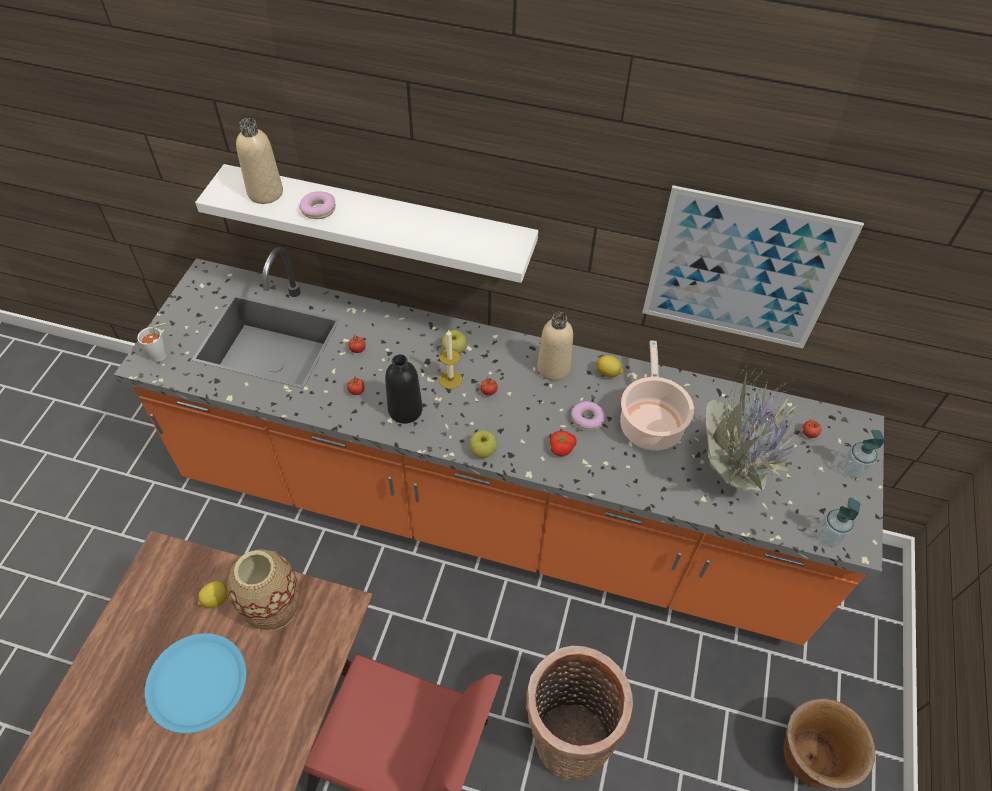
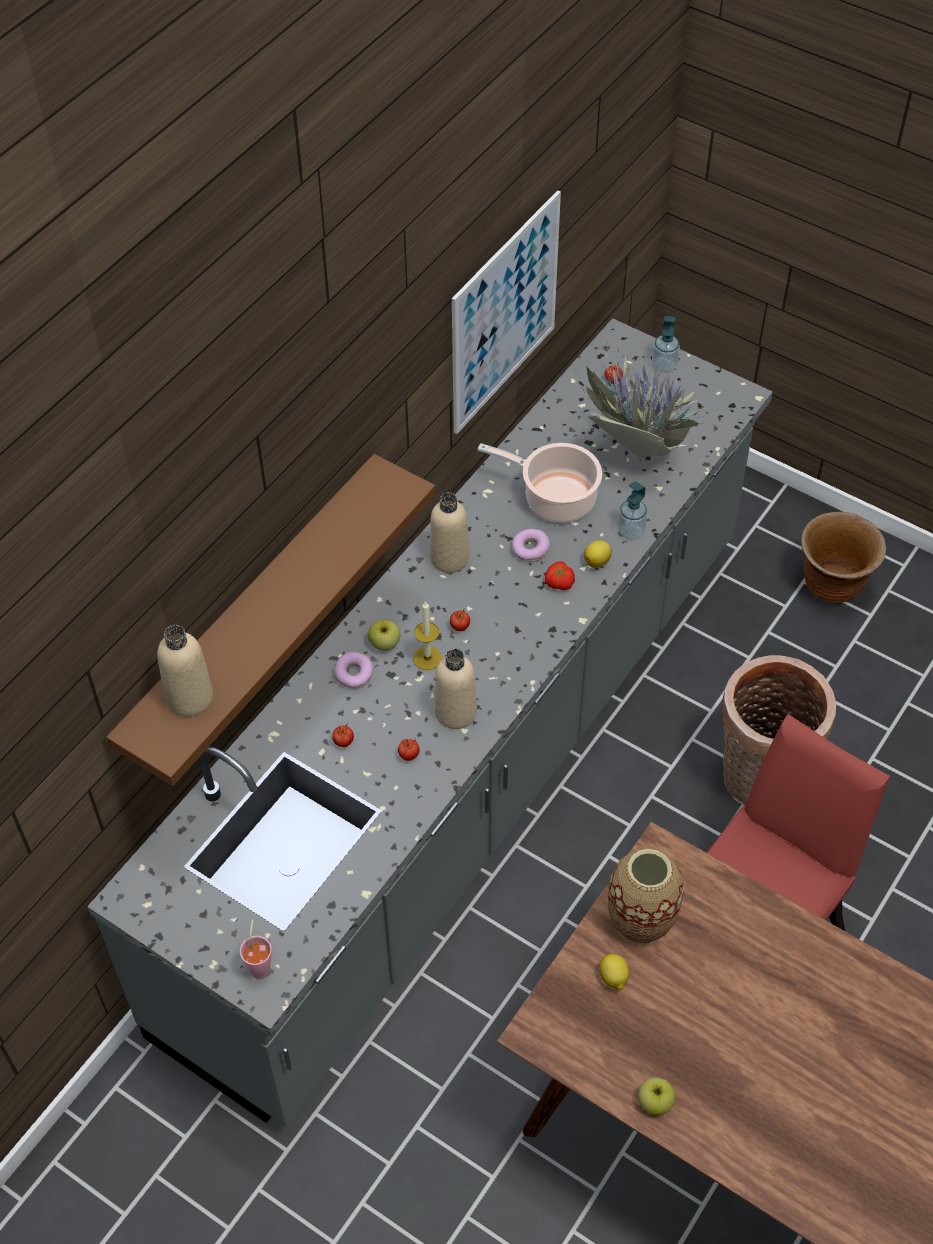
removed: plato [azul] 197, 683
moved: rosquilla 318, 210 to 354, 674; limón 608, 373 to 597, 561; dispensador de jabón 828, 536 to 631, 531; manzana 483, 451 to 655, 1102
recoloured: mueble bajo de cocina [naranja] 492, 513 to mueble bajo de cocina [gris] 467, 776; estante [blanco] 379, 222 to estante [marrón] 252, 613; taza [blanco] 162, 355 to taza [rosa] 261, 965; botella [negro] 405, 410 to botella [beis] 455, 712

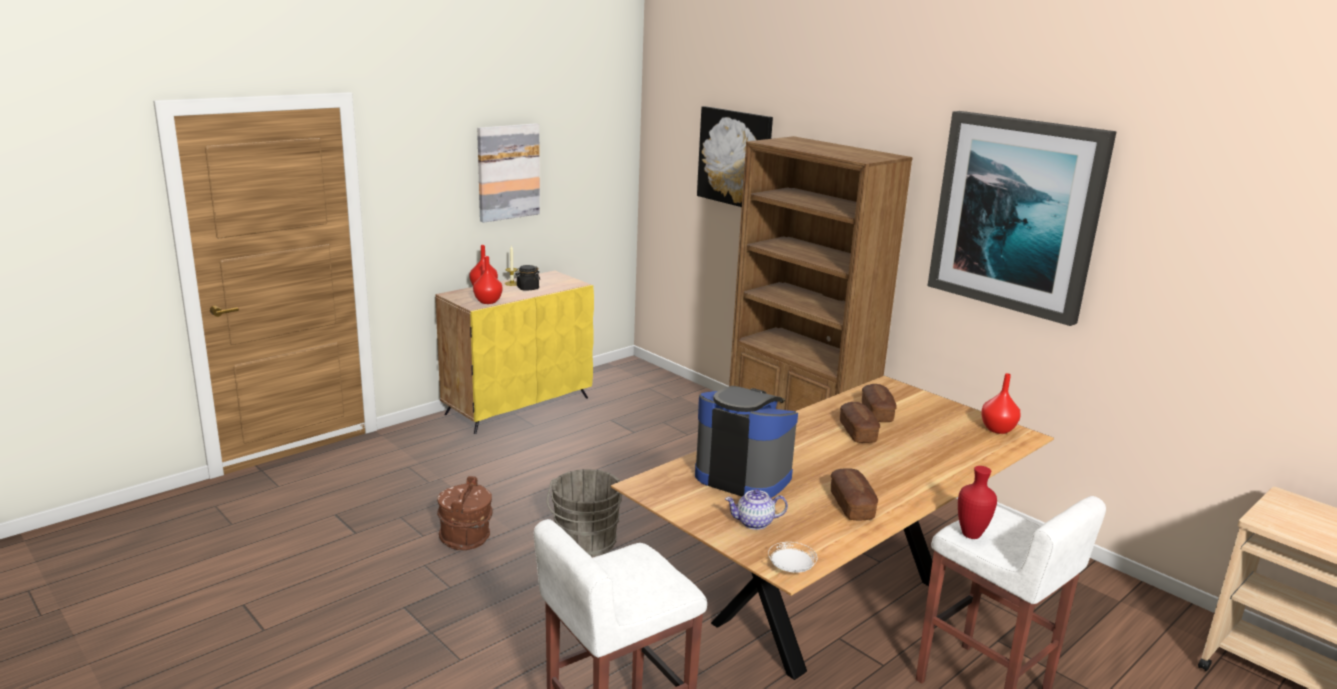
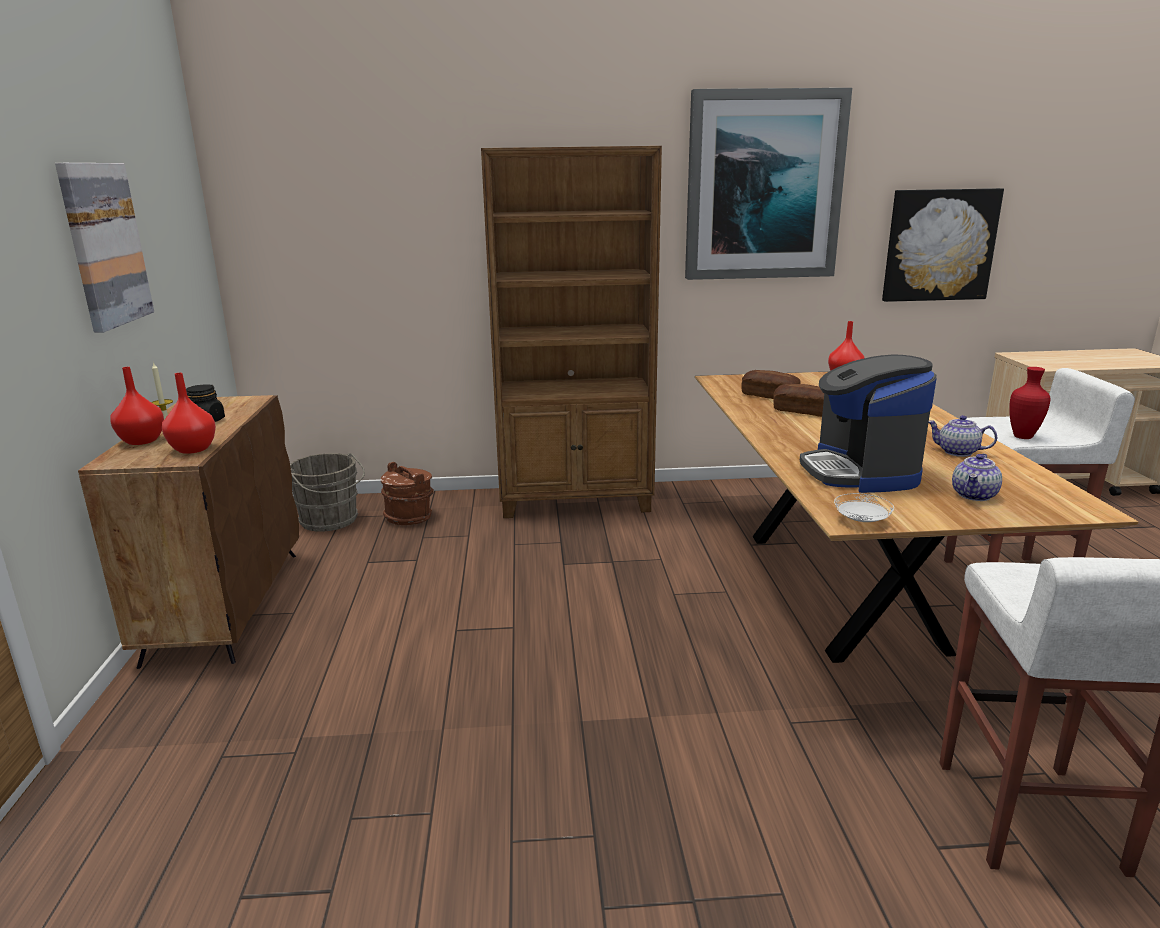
moved: cubo [gris] 585, 544 to 330, 521; cubo [marrón] 466, 538 to 409, 517; plato [blanco] 791, 569 to 861, 521; cuadro 735, 158 to 939, 245
replaced: pan 851, 505 to tetera 957, 452
recoloured: armario [amarillo] 518, 405 to armario [marrón] 225, 604
turned: cafetera 743, 476 = 860, 472 75 degrees counterclockwise

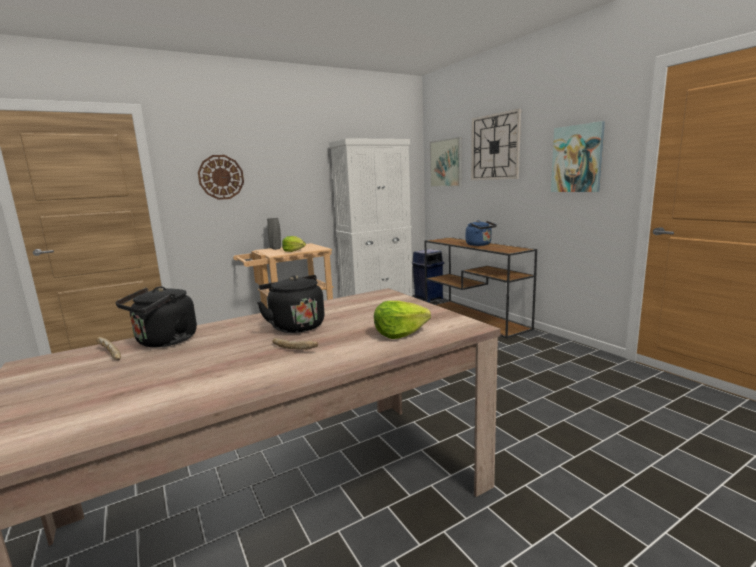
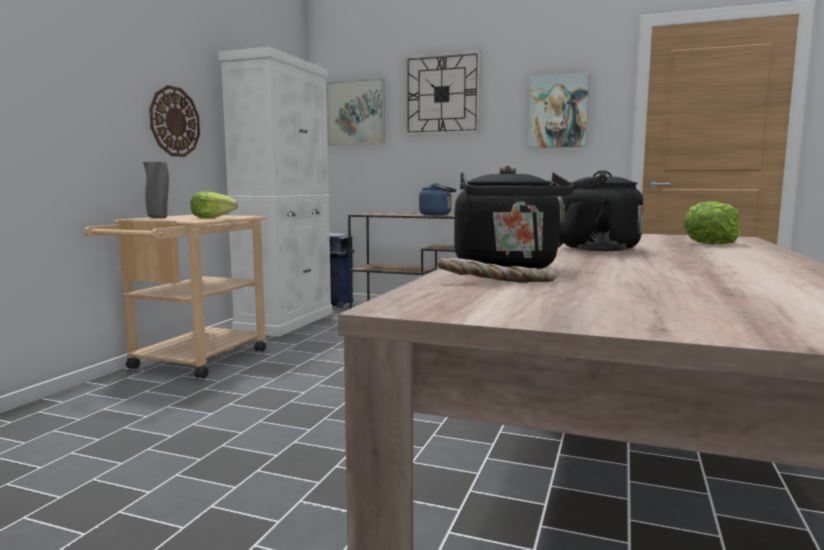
removed: pan 295, 348
moved: reloj de pared 221, 177 to 174, 122

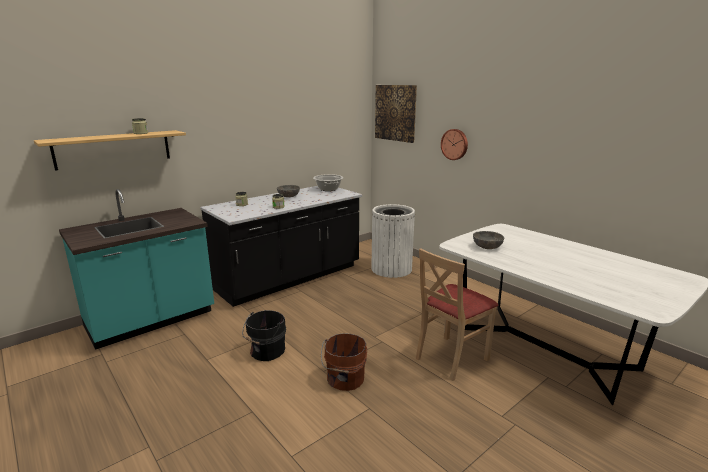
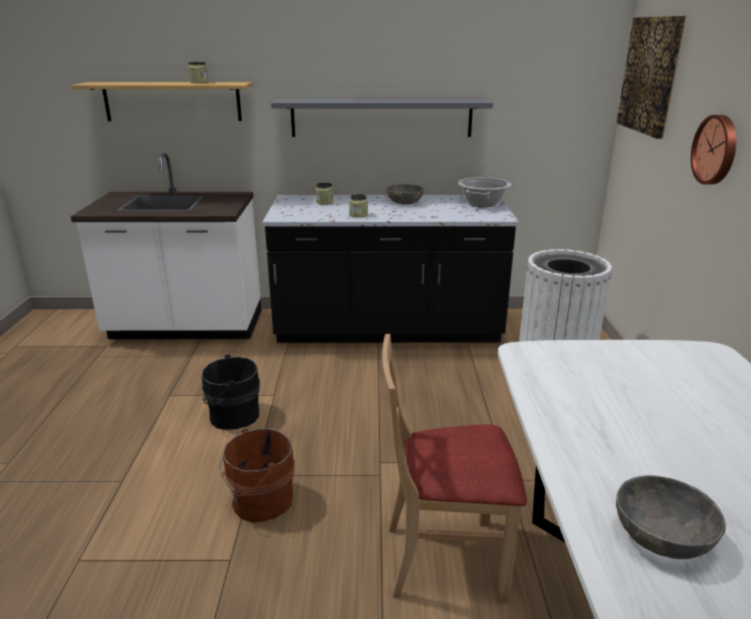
added: estante [gris] 381, 118
moved: cuenco [gris] 487, 247 to 661, 537
recoloured: mueble bajo de cocina [turquesa] 151, 320 to mueble bajo de cocina [blanco] 186, 327

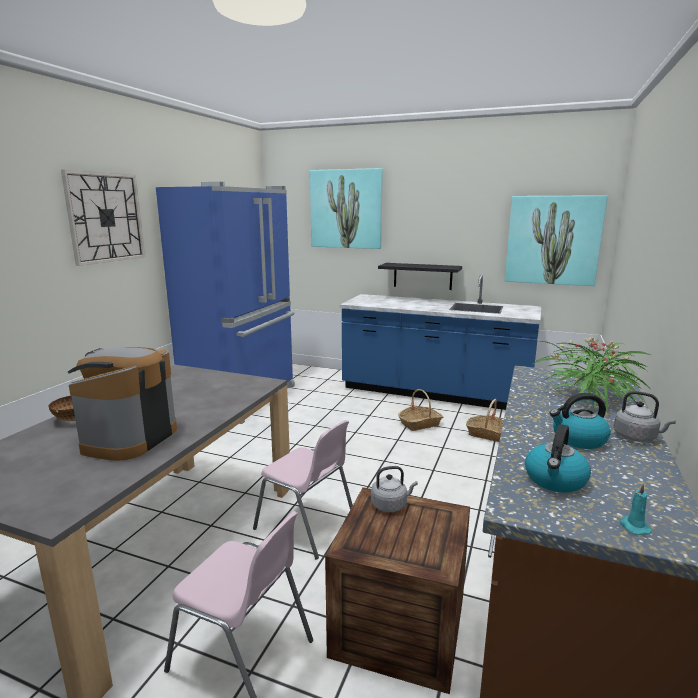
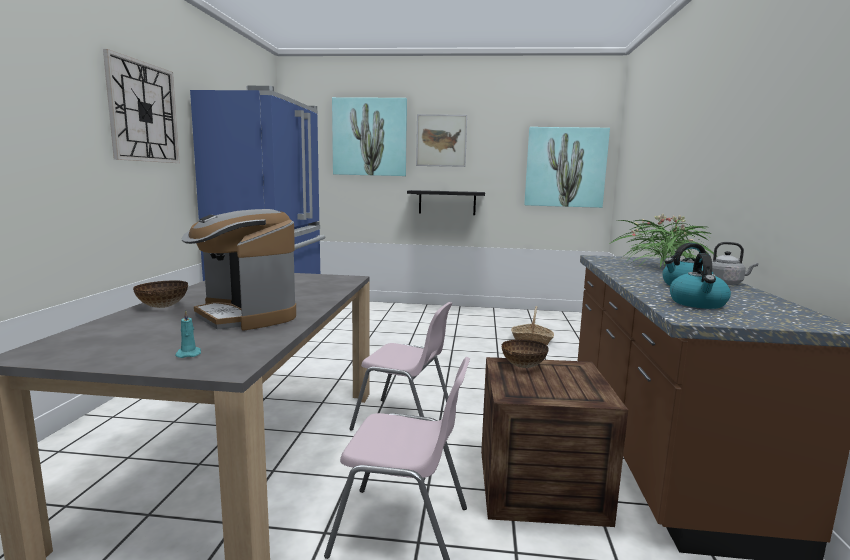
removed: mueble bajo de cocina [azul] 434, 393; cesta 420, 424
added: cuadro 441, 140
moved: vela [turquesa] 633, 527 to 189, 354
replaced: hervidor [gris] 390, 505 to cuenco 523, 366
turned: cafetera 129, 438 = 245, 316 45 degrees counterclockwise

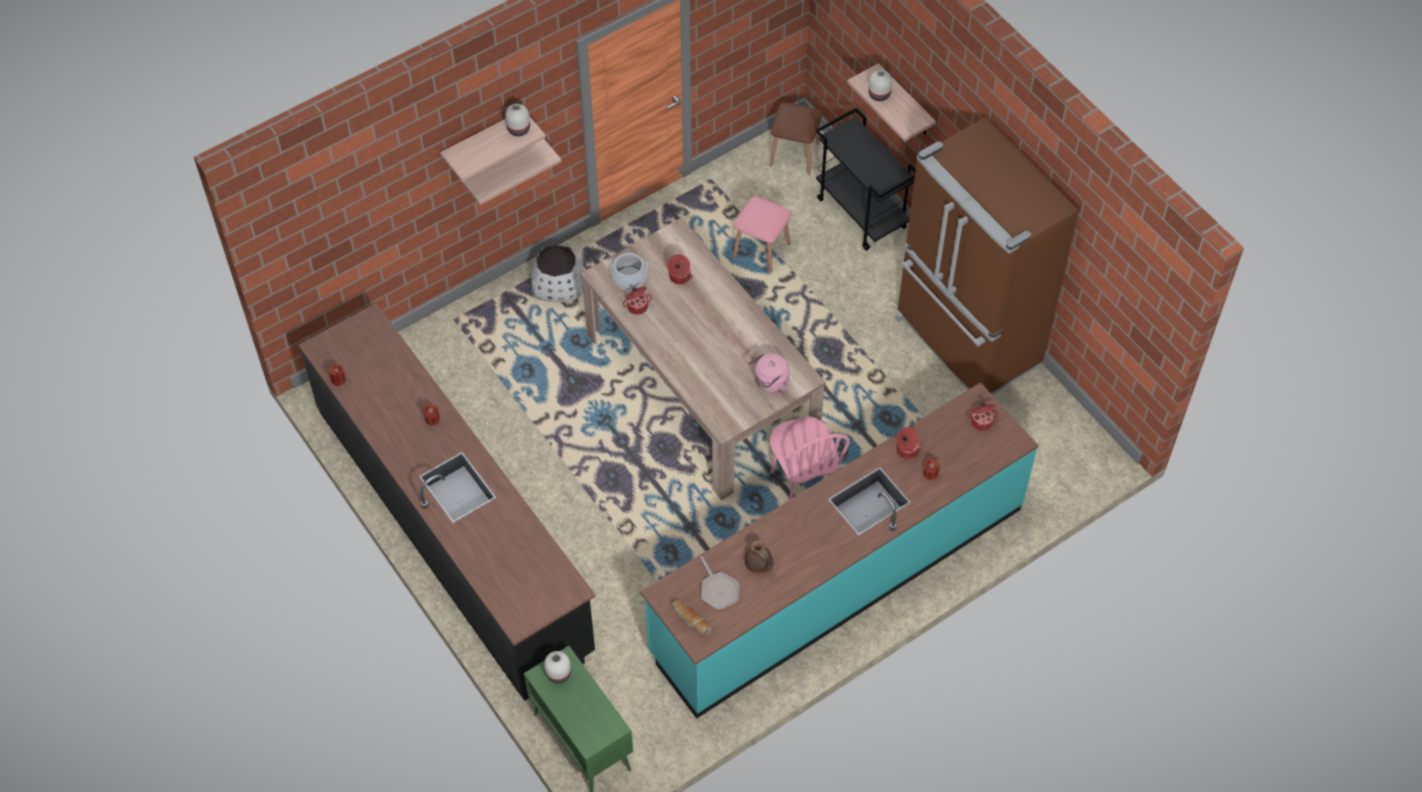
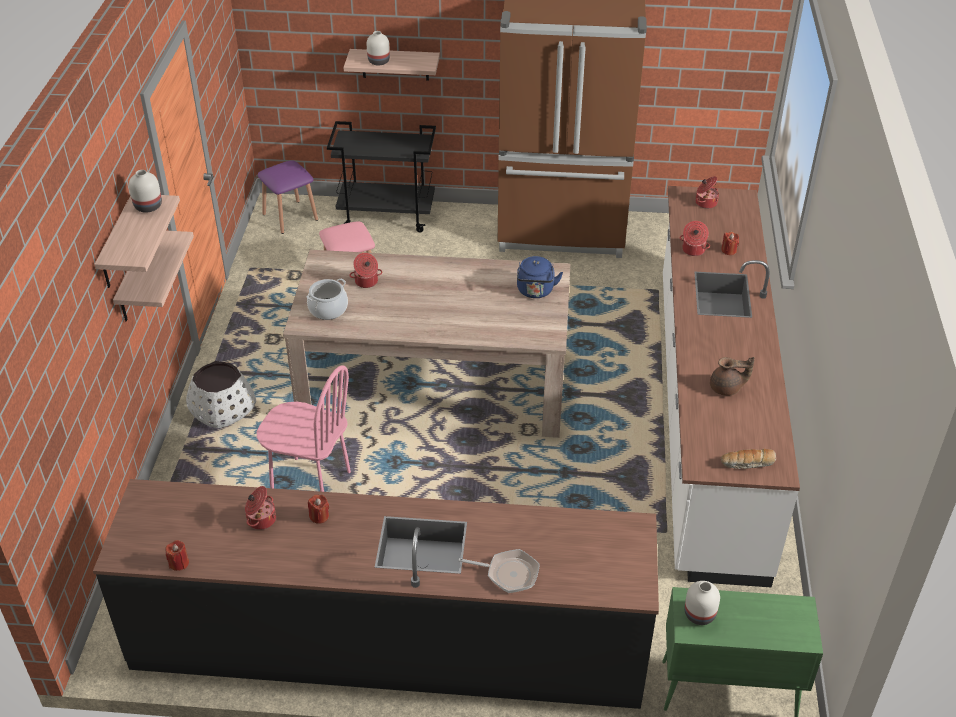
moved: olla 637, 306 to 260, 519; silla [rosa] 803, 486 to 311, 484; sartén 718, 590 to 508, 573
recoloured: taburete [marrón] 794, 154 to taburete [morado] 290, 217; hervidor [rosa] 769, 383 to hervidor [azul] 535, 291; mueble bajo de cocina [turquesa] 837, 579 to mueble bajo de cocina [blanco] 707, 416

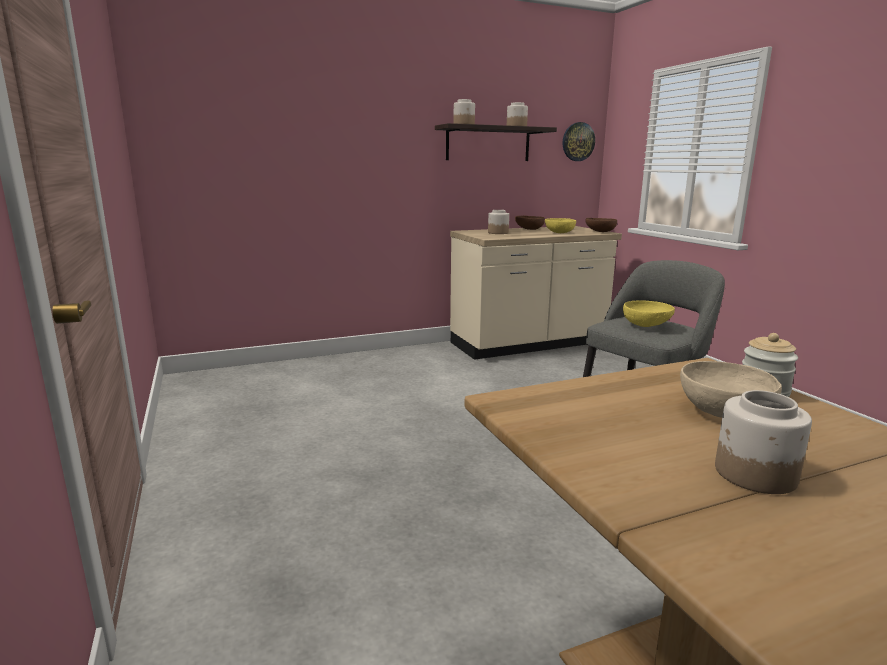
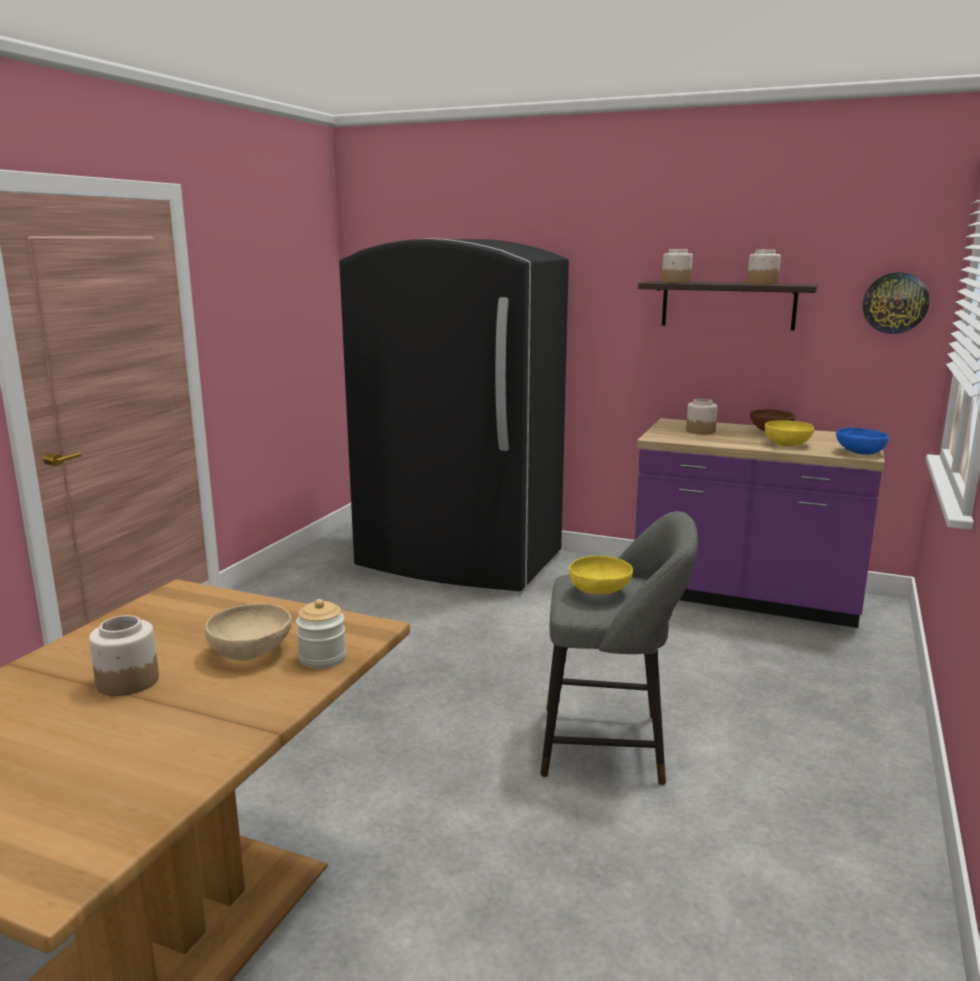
added: nevera [negro] 459, 561
recoloured: mueble bajo de cocina [beis] 529, 344 to mueble bajo de cocina [morado] 745, 598; cuenco [marrón] 599, 232 to cuenco [azul] 859, 452

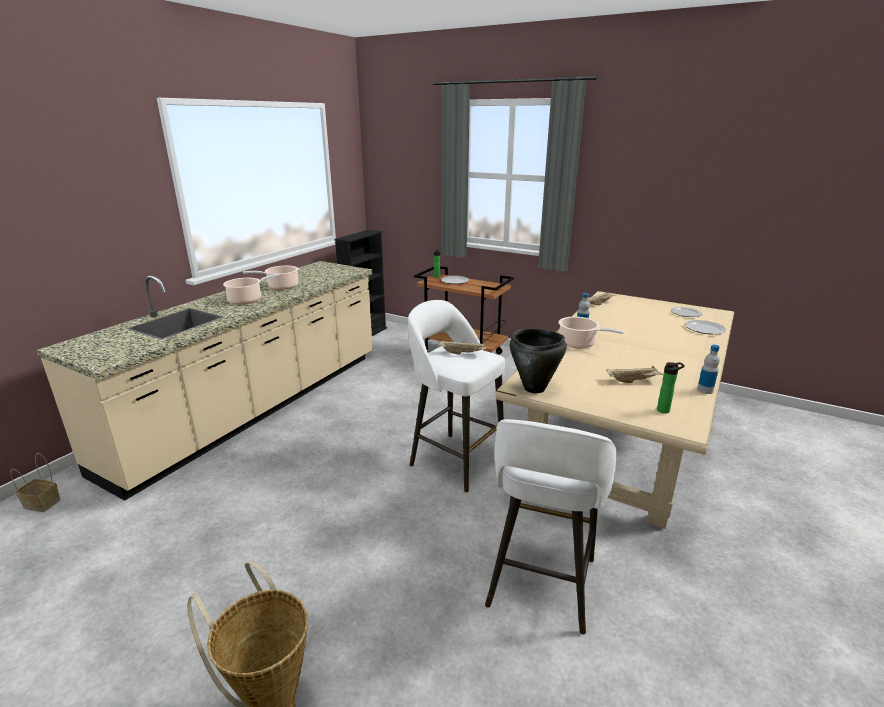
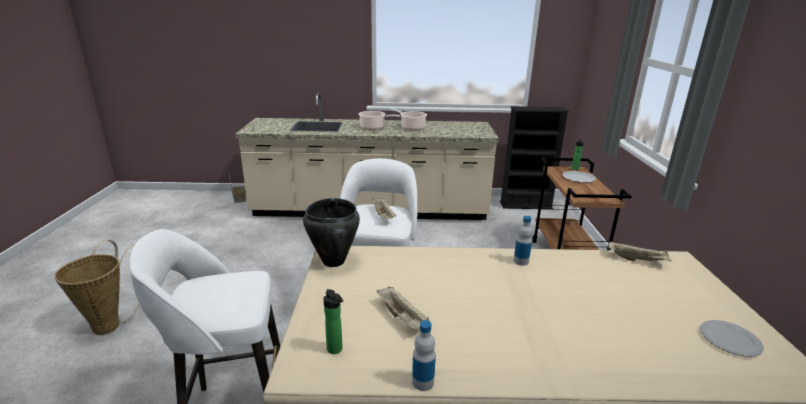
removed: olla 579, 344; plato 705, 329

